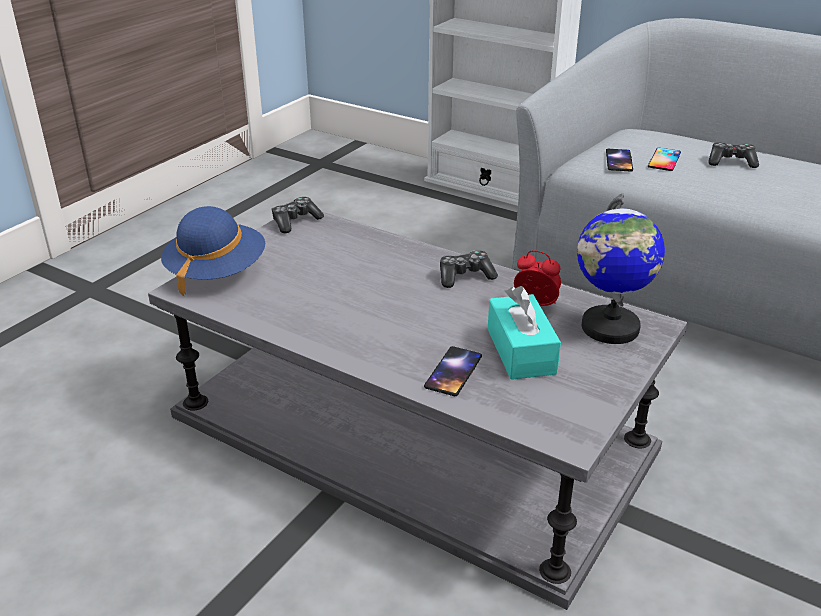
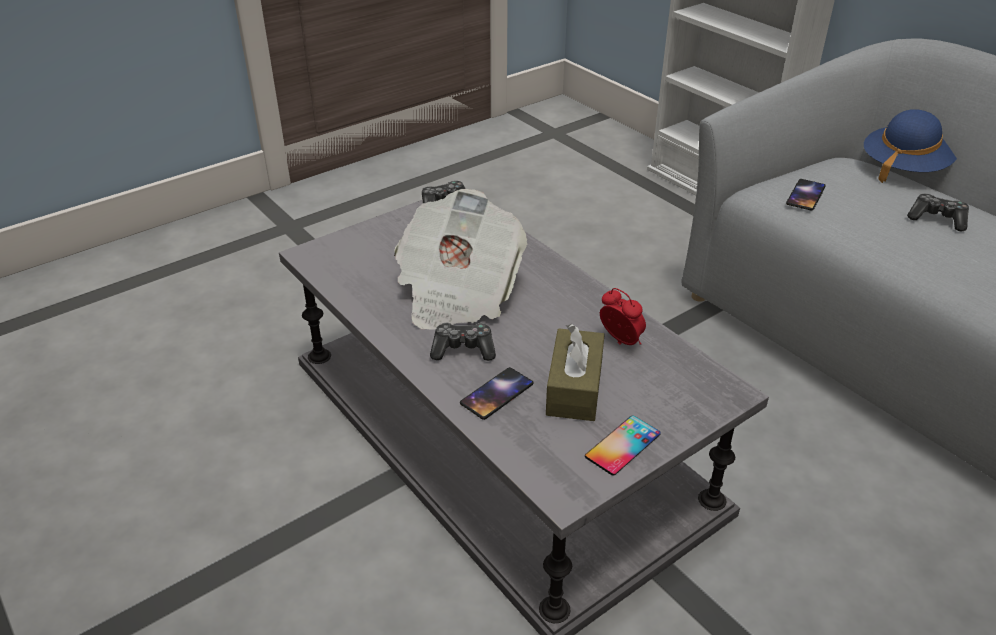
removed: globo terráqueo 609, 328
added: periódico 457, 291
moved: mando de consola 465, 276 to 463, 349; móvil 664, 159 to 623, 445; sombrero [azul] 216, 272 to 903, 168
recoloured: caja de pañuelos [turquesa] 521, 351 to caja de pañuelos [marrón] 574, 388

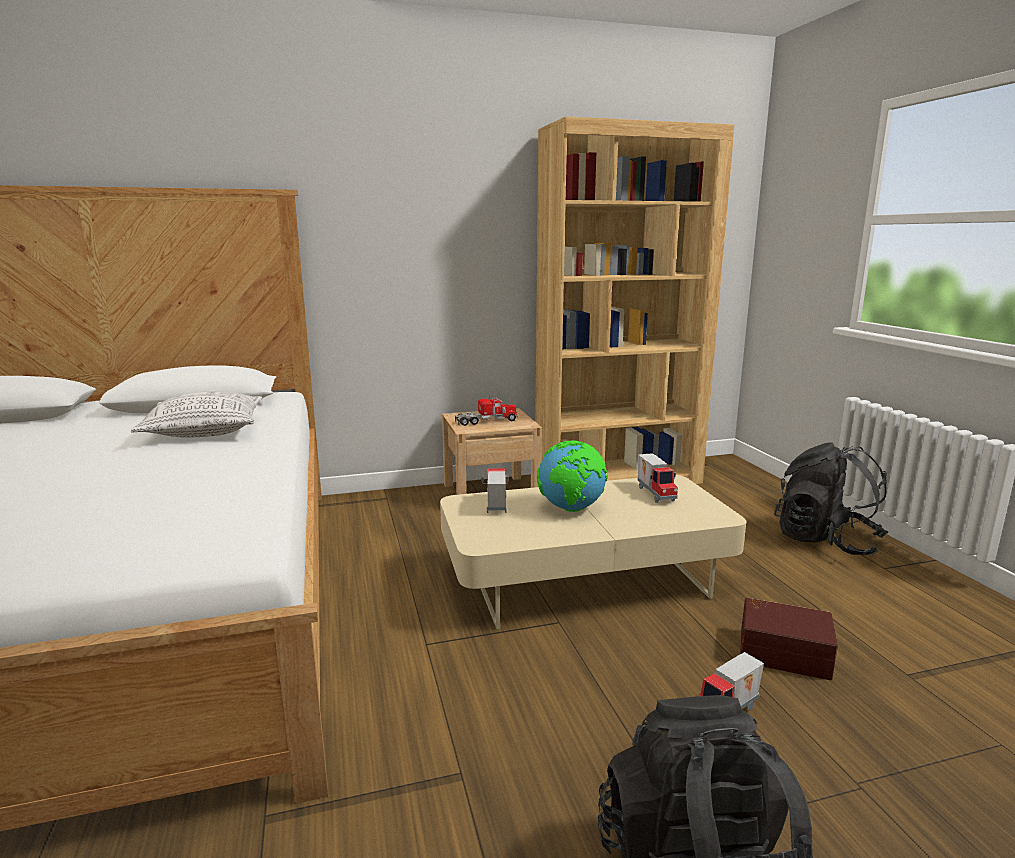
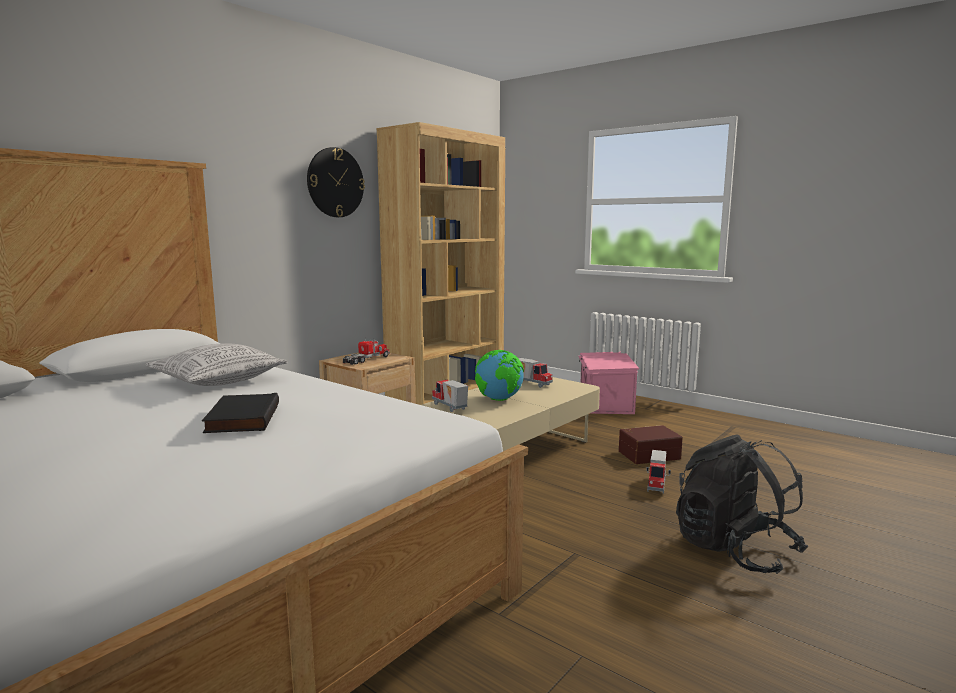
added: libro [negro] 241, 418; reloj de pared 335, 182
replaced: mochila [negro] 825, 541 to caja de almacenaje [rosa] 604, 403

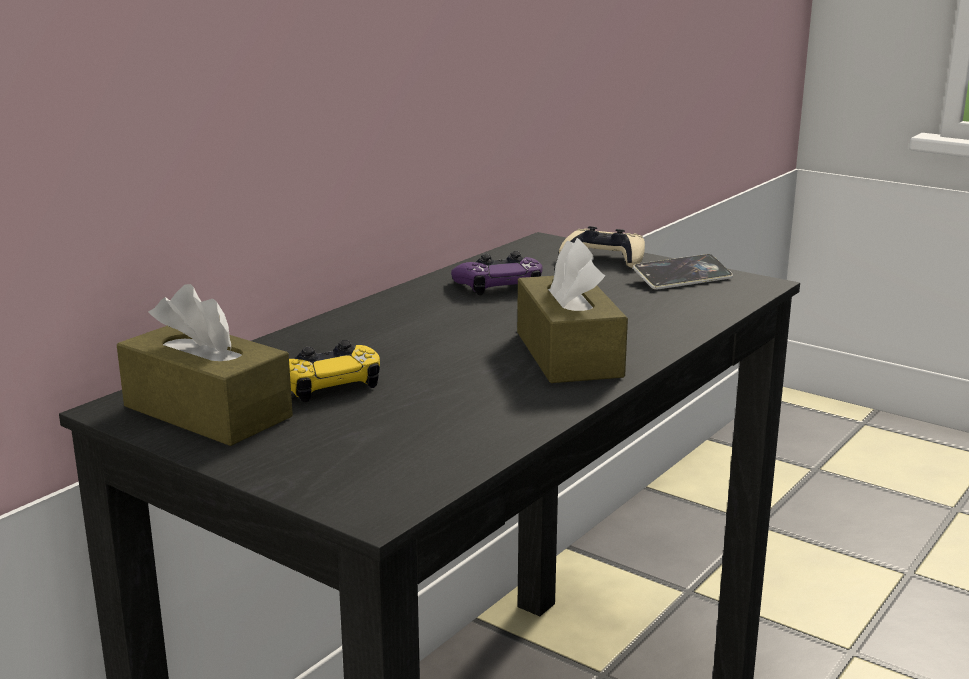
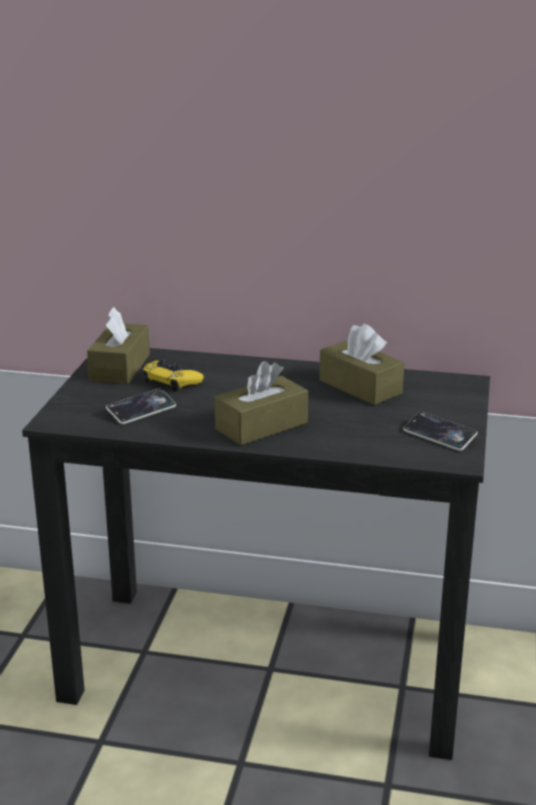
removed: mando de consola [beis] 604, 258
added: móvil 141, 410
replaced: mando de consola [morado] 499, 284 to caja de pañuelos [marrón] 360, 387

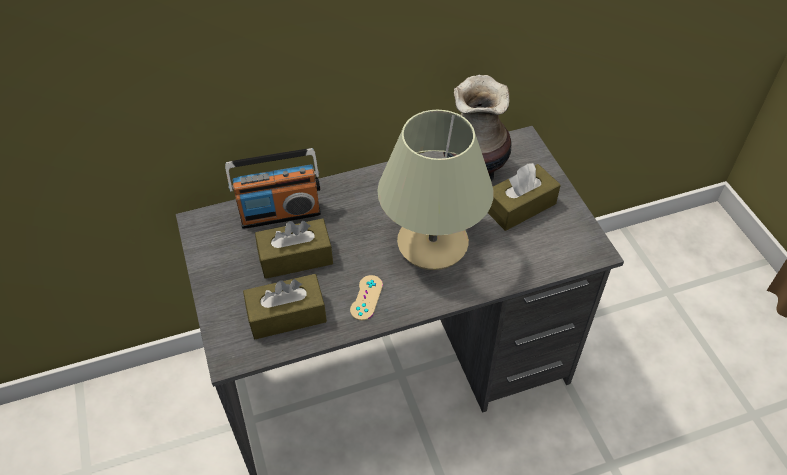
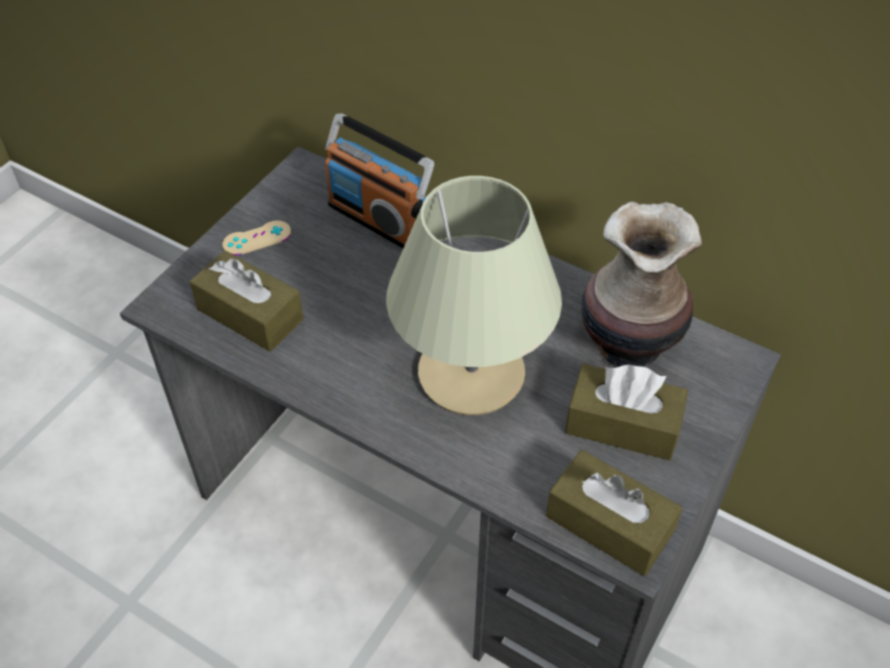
moved: mando de consola [beis] 366, 297 to 257, 238; caja de pañuelos [marrón] 296, 257 to 609, 524

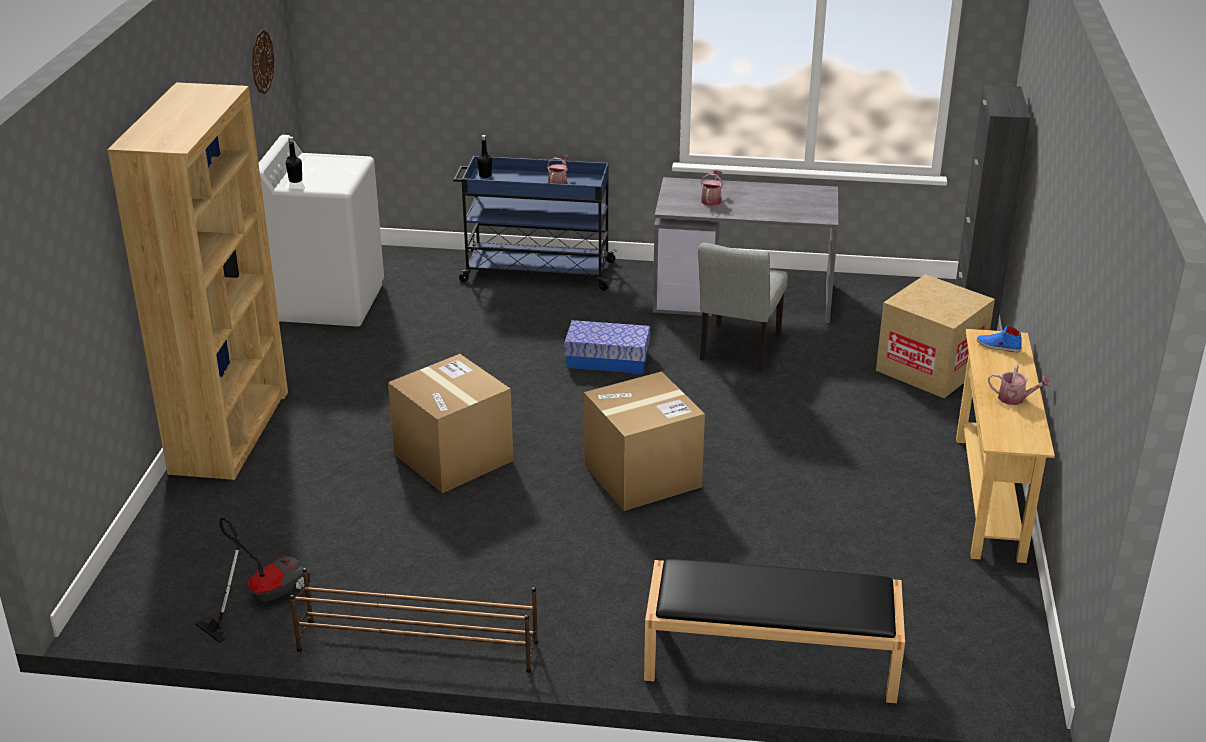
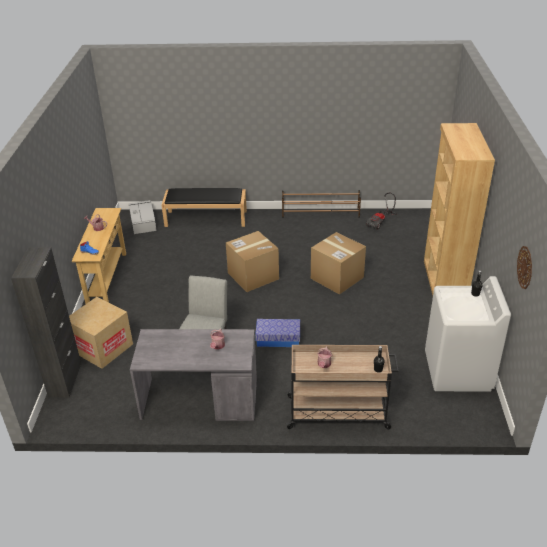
added: caja de almacenaje [gris] 143, 221
recoloured: carrito [azul] 536, 271 to carrito [beis] 339, 413

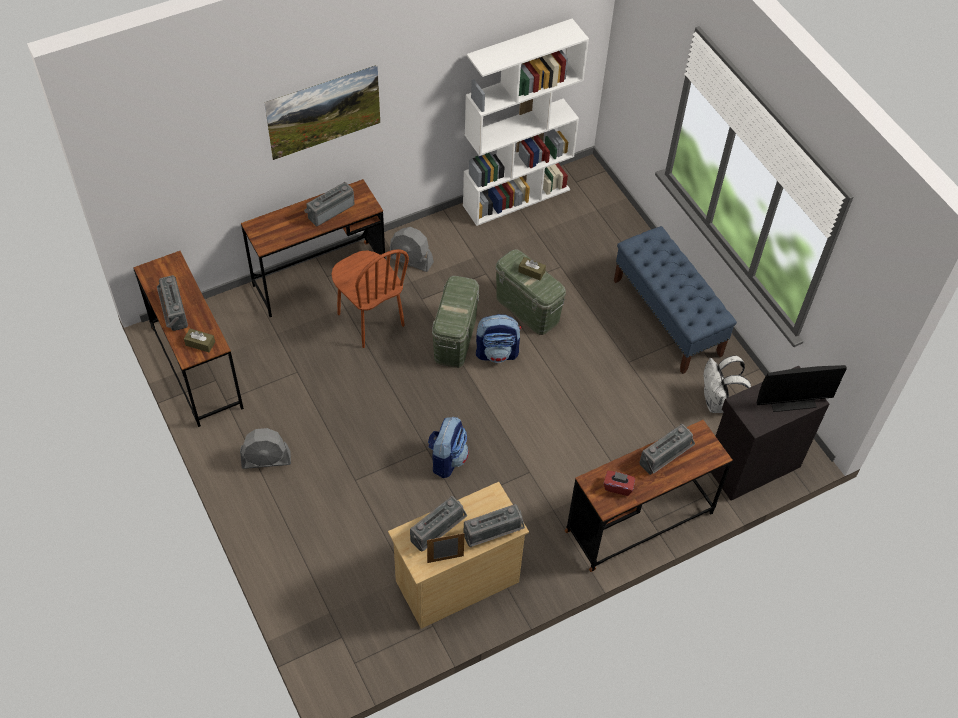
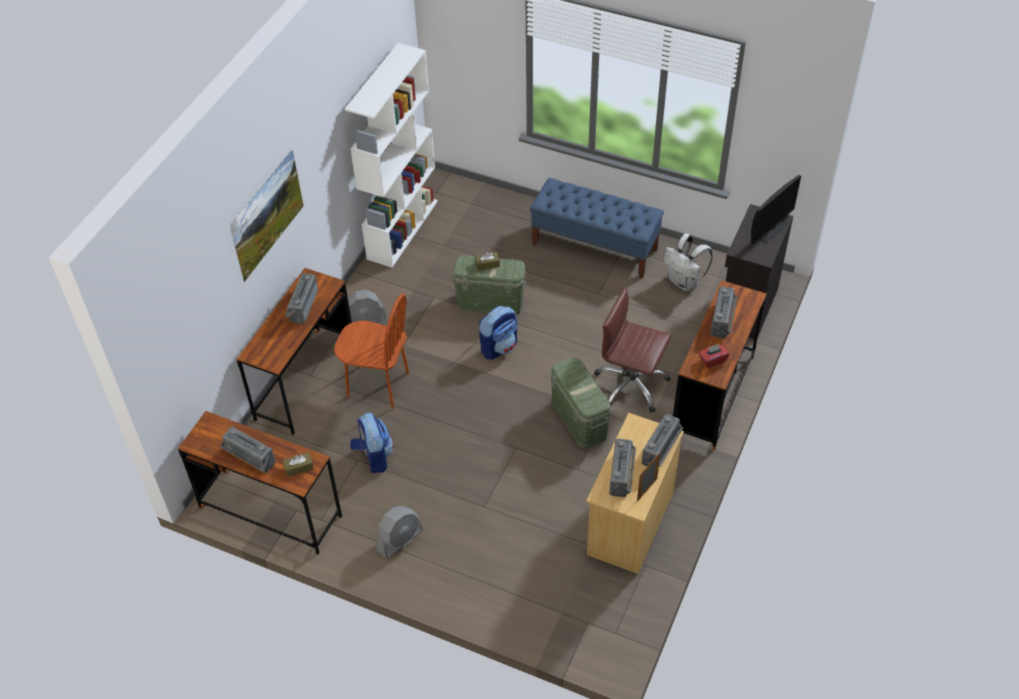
added: silla de oficina [marrón] 631, 385
moved: mochila 447, 459 to 373, 457; caja de almacenaje [verde] 455, 338 to 579, 420

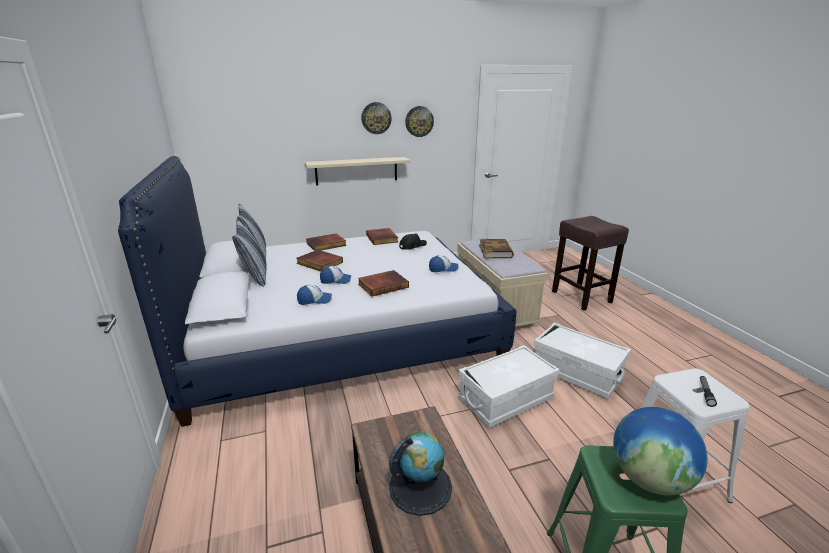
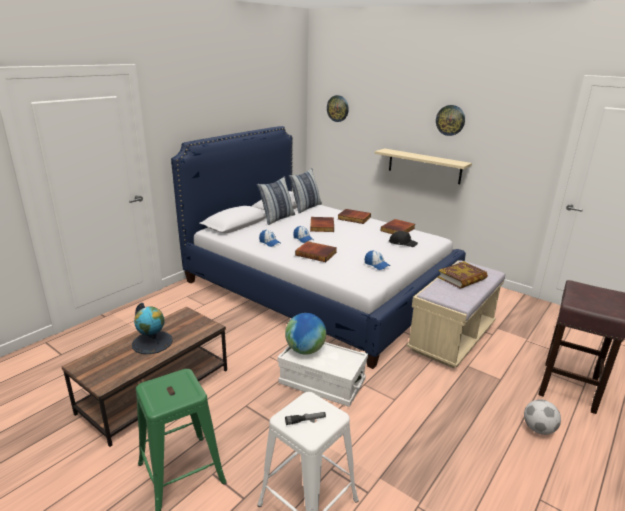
removed: caja de almacenaje [blanco] 576, 373
added: balón de fútbol 538, 429
moved: globo terráqueo 649, 478 to 305, 350; reloj de pared 419, 121 to 338, 108

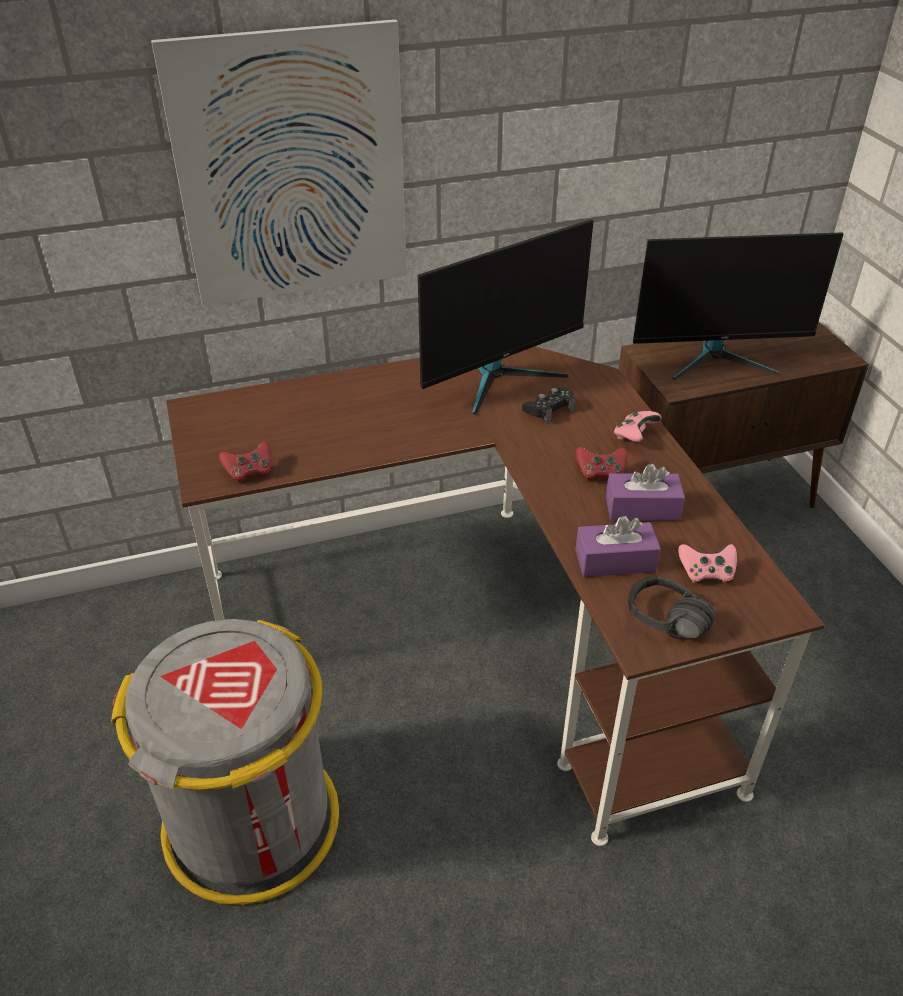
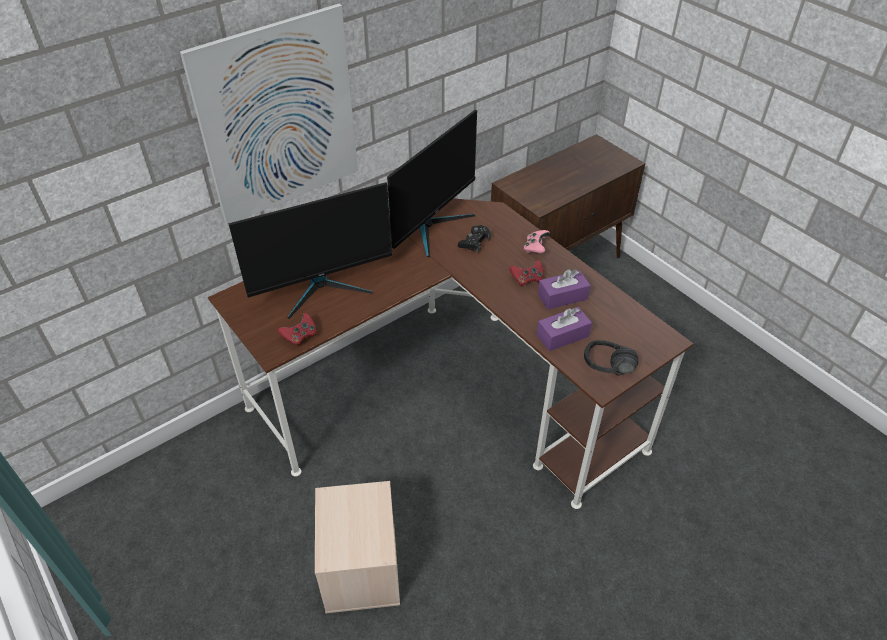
removed: mando de consola [rosa] 706, 573
moved: monitor 718, 359 to 323, 288
replaced: papelera [gris] 252, 822 to caja de almacenaje [beis] 360, 566

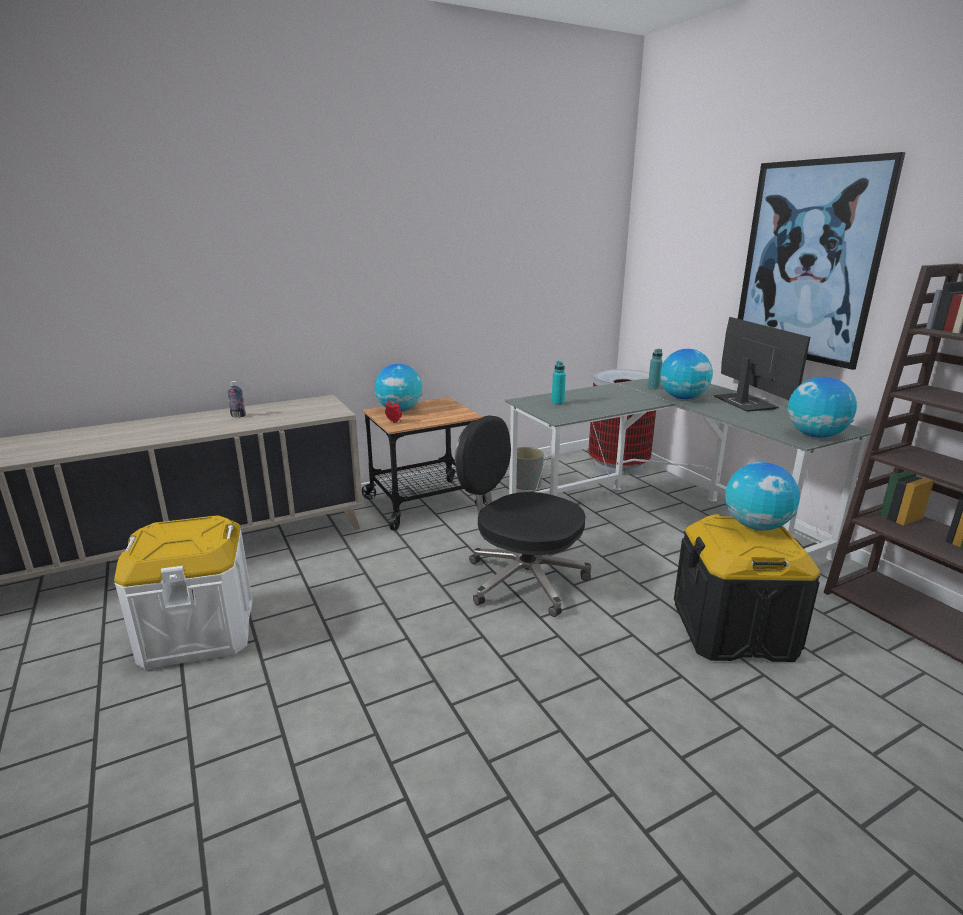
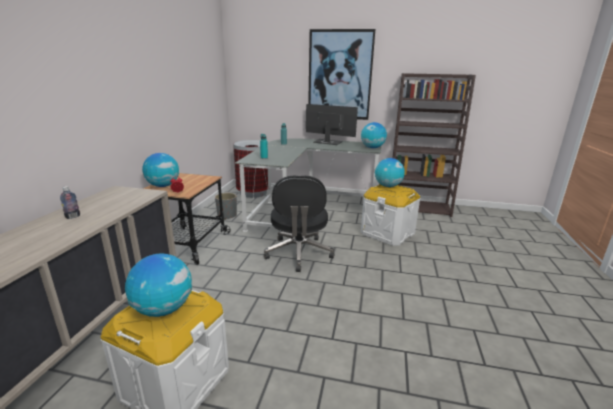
moved: globo terráqueo 683, 398 to 163, 309
recoloured: caja de almacenaje [negro] 733, 630 to caja de almacenaje [blanco] 387, 233
turned: silla de oficina [negro] 522, 579 = 298, 253 75 degrees counterclockwise

